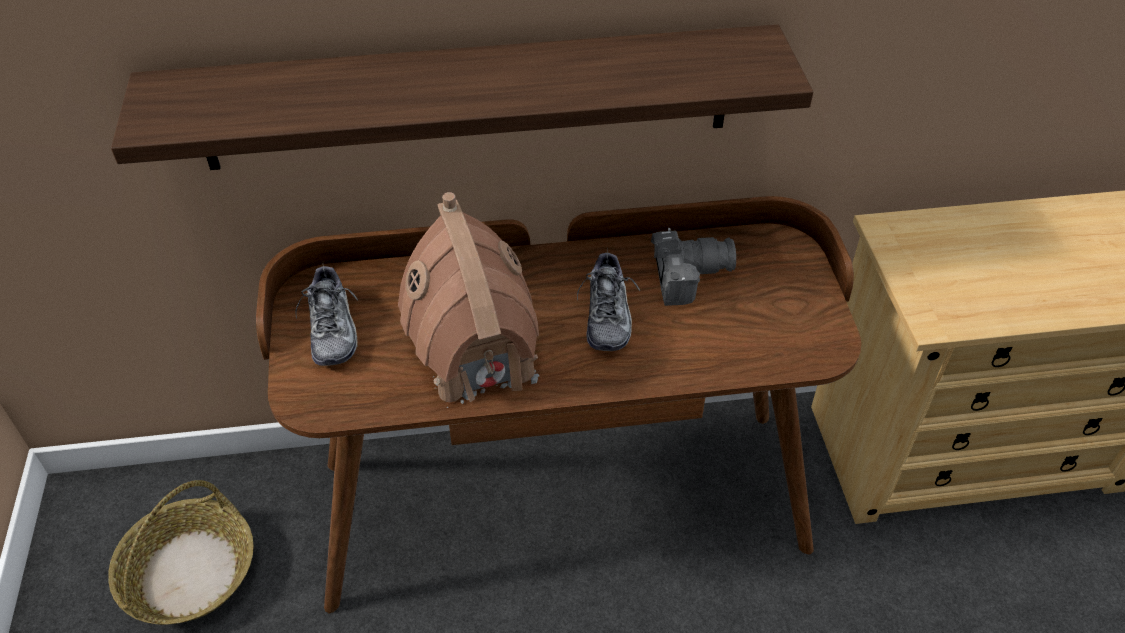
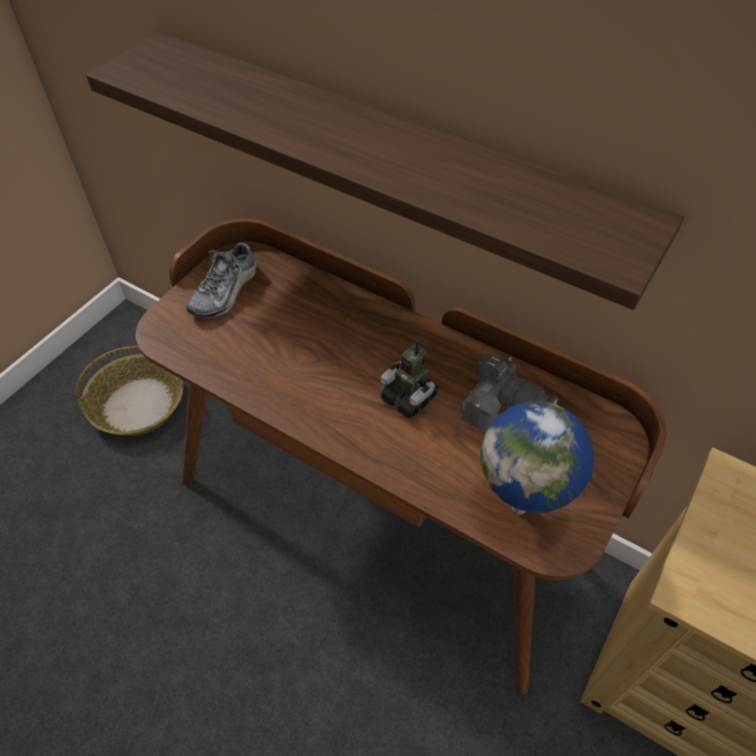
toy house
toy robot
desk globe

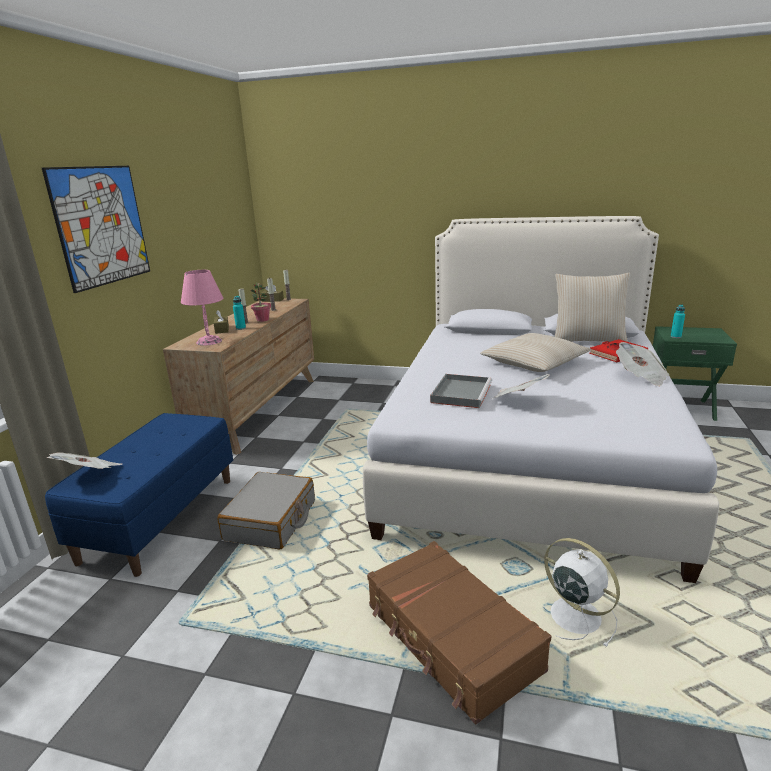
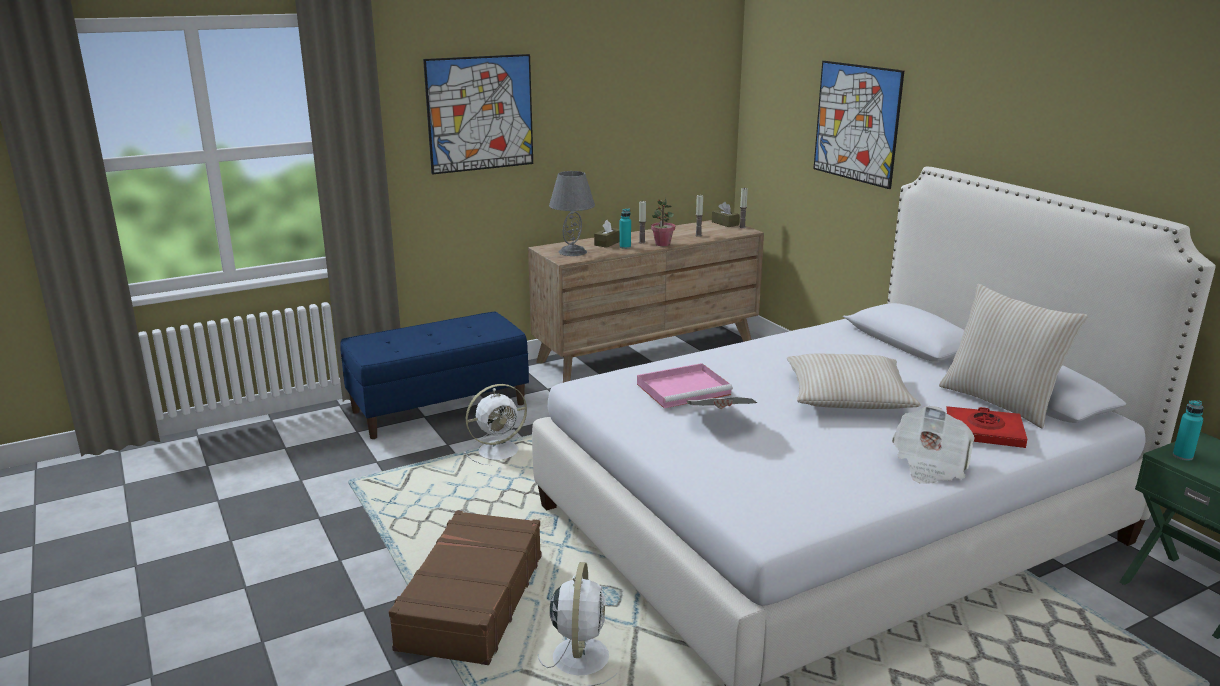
newspaper (1st from left in the first image)
grey tabletop lamp
white cooling fan (1st from left)
pink-coloured tray
wall art (2nd from left)

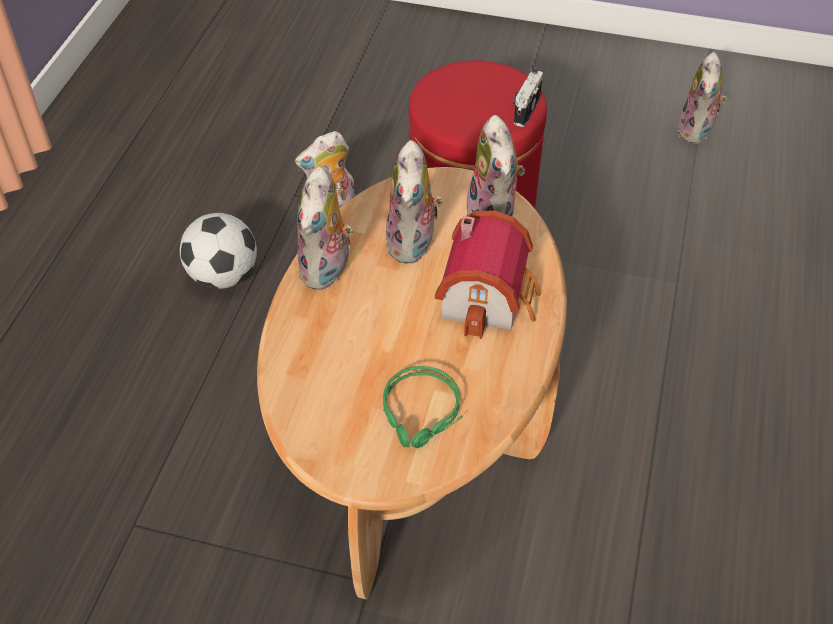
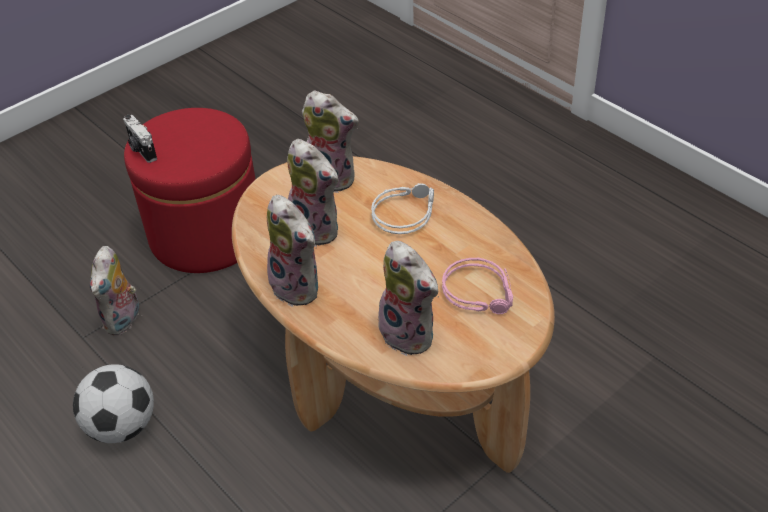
pink-coloured headset
grey headset
still camera
plush toy (5th from left)

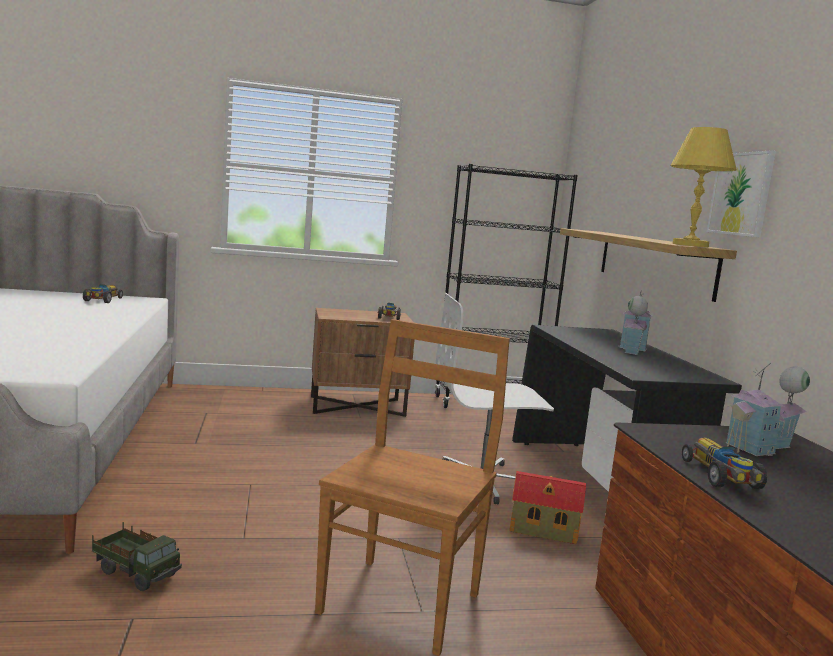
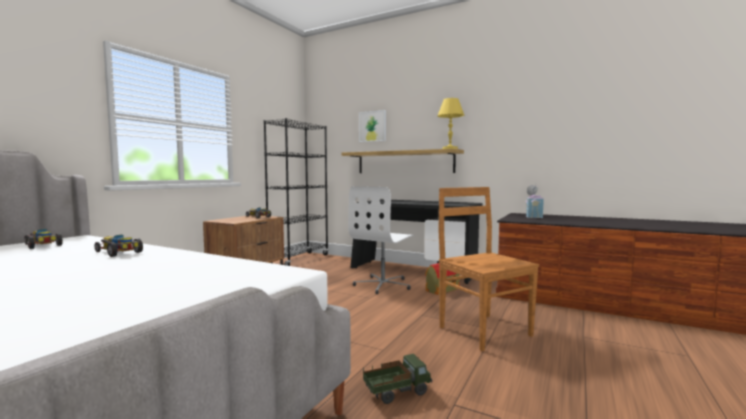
toy house (2nd from left in the first image)
model car (2nd from left)
wall art

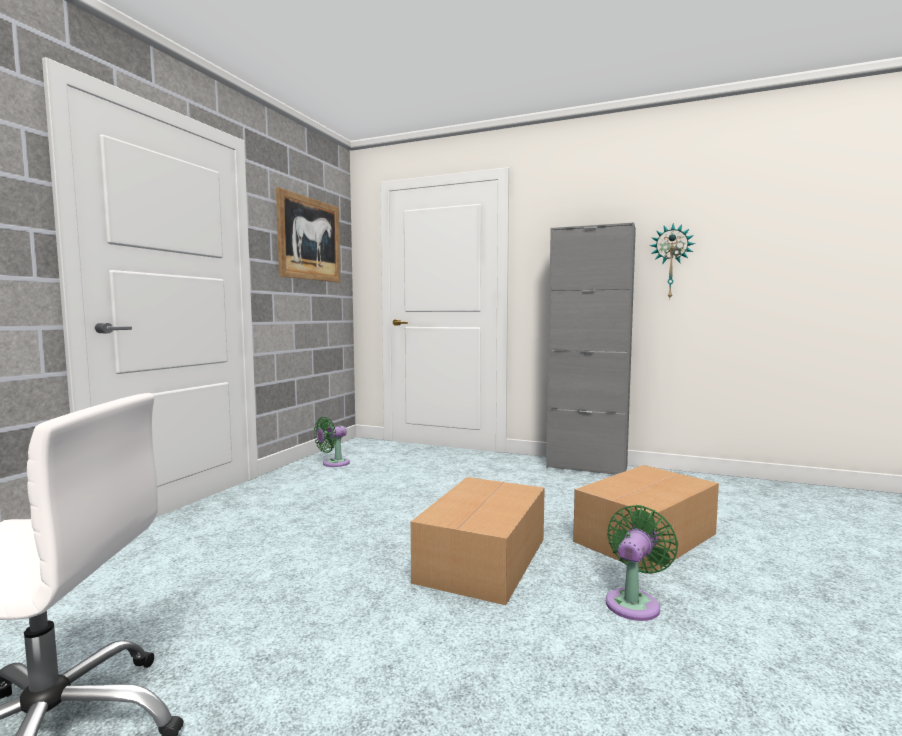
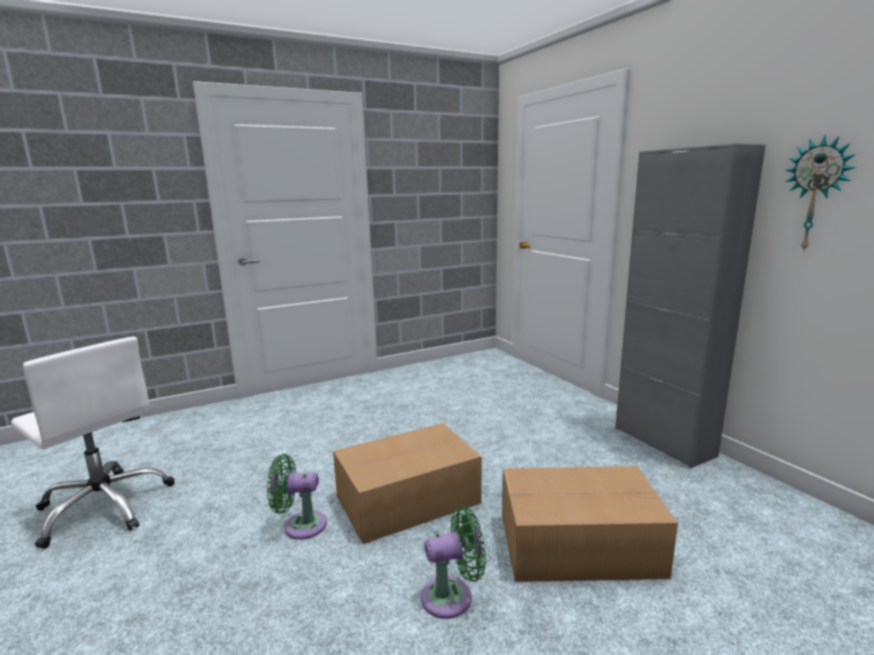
wall art
green-coloured cooling fan (1st from left)

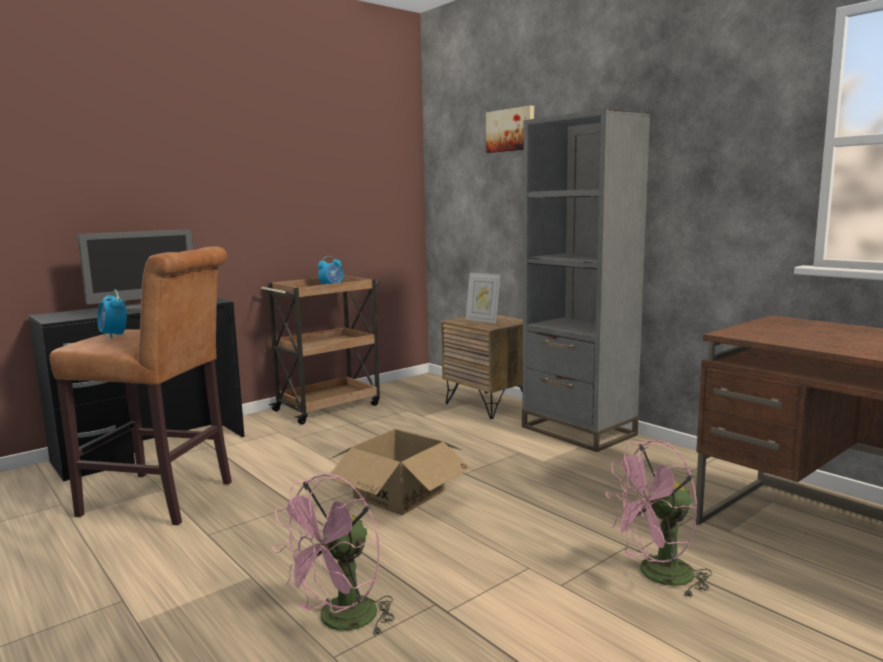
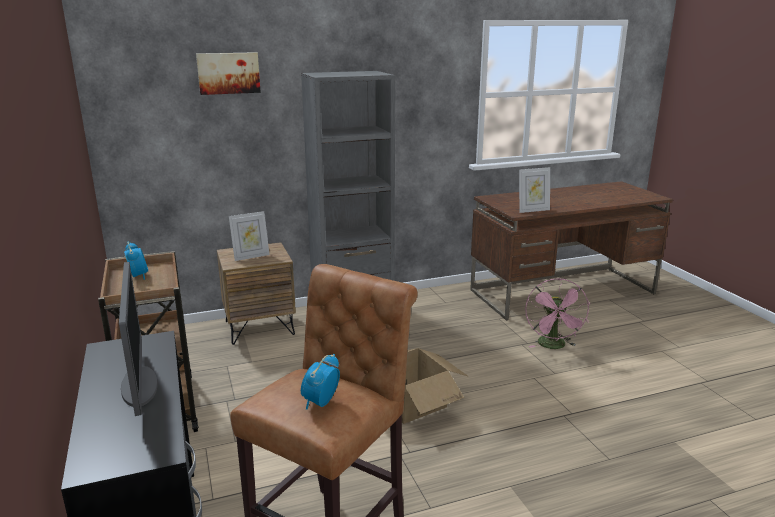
bedside clock (2nd from left)
pink-coloured cooling fan (1st from left in the first image)
photo frame (2nd from left)

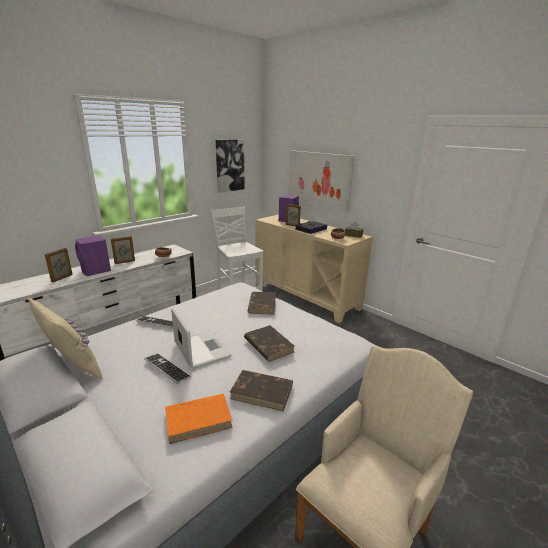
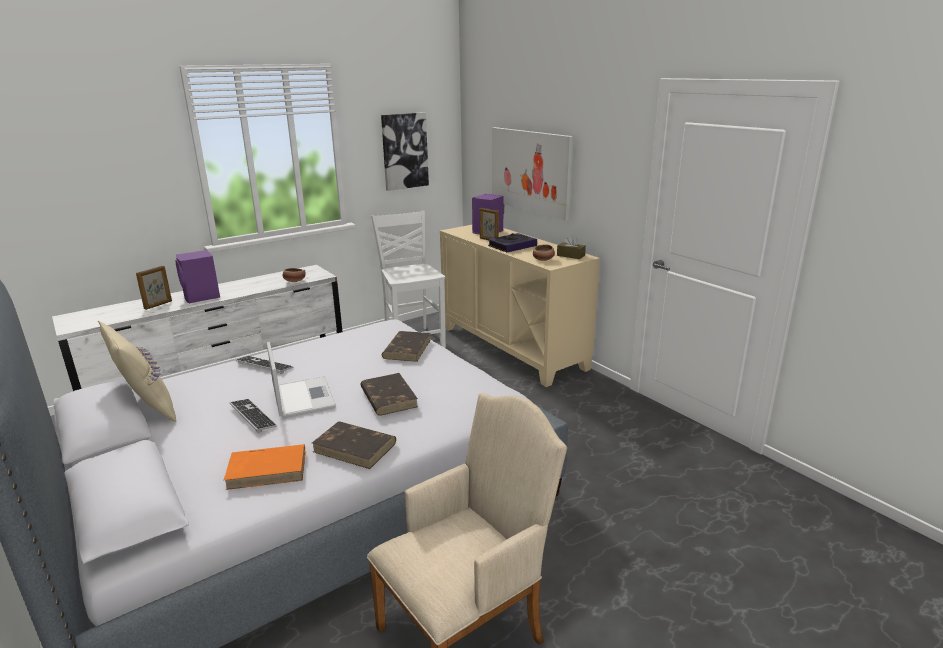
photo frame (2nd from left in the first image)

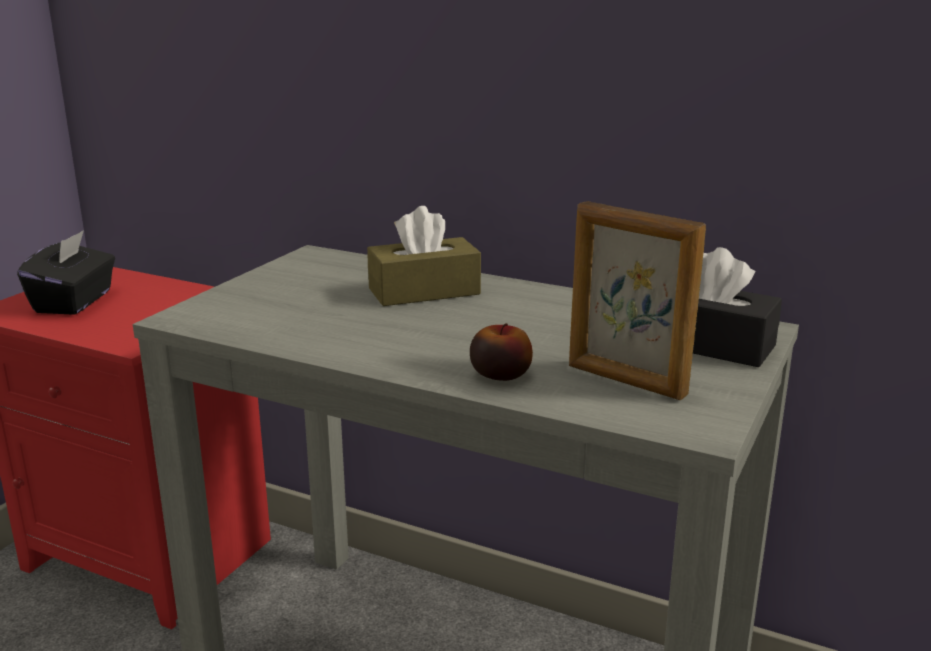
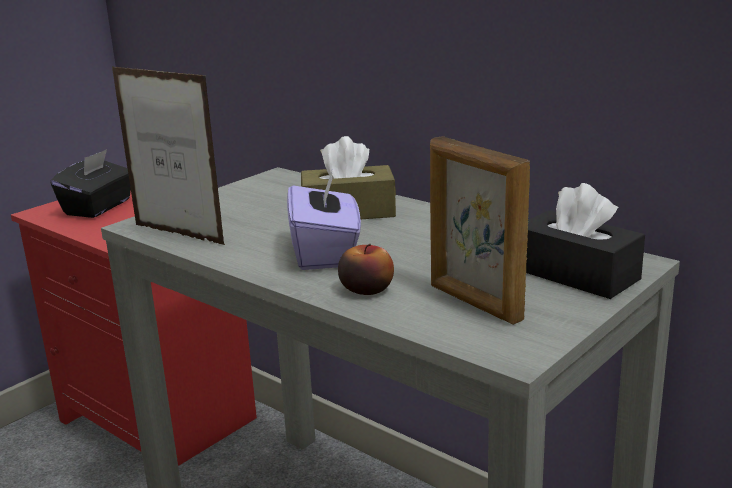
photo frame (1st from left)
purplish tissue box

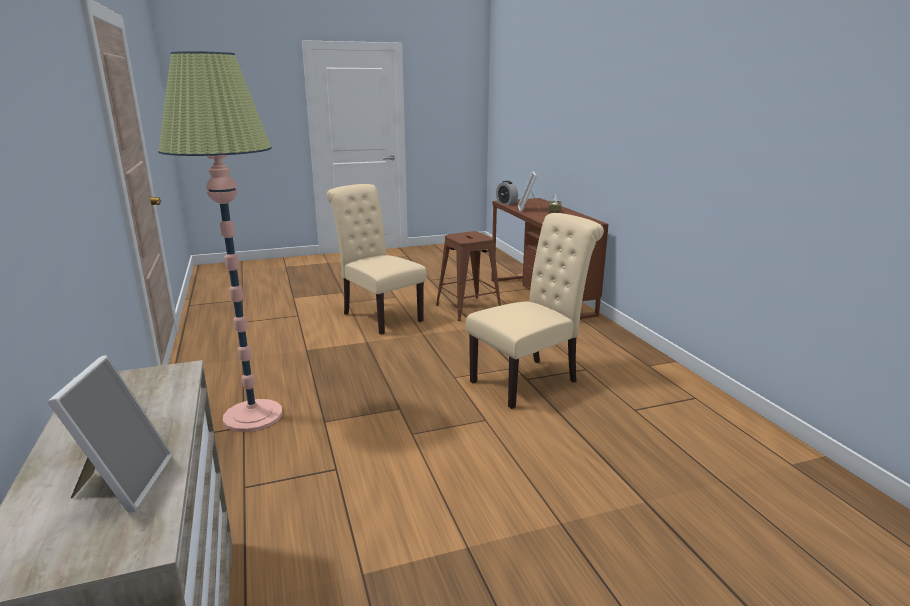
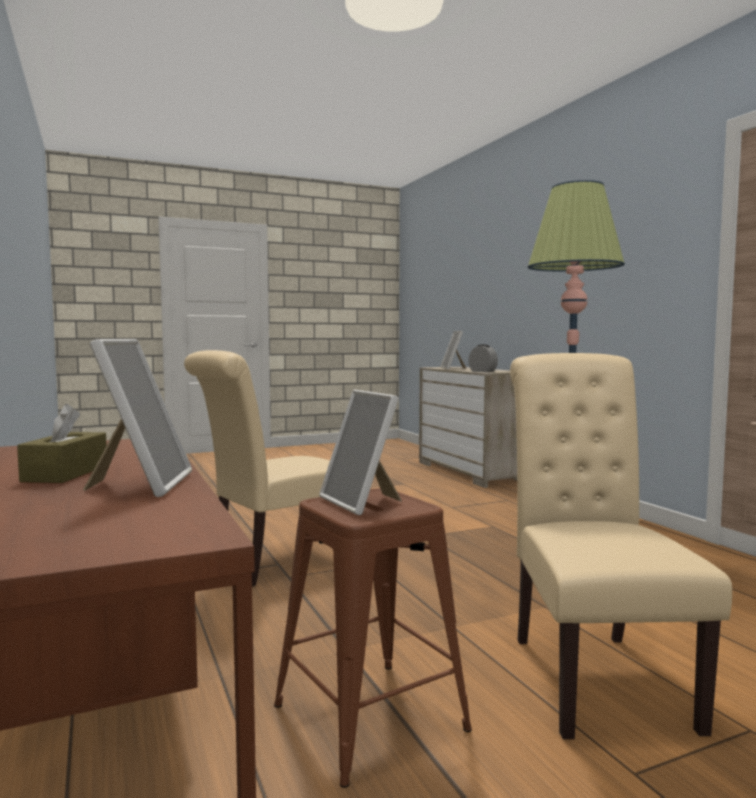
sand-coloured chair (2nd from left)
bedside clock
photo frame (2nd from left)

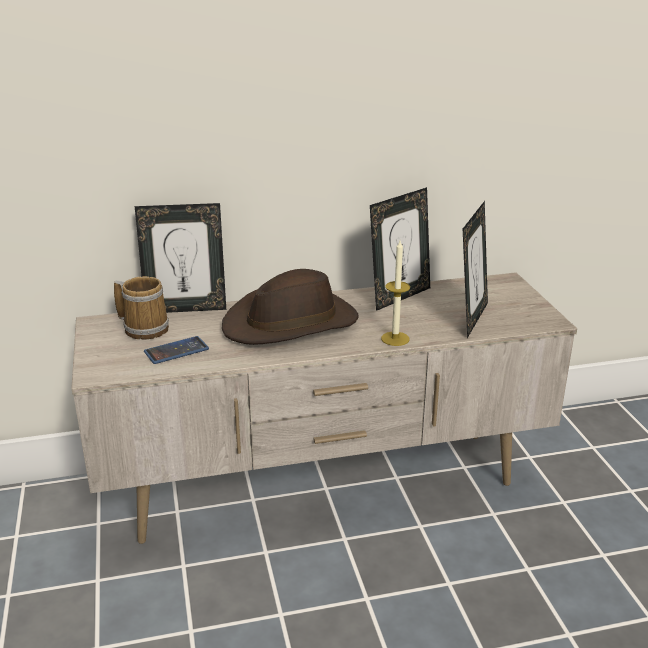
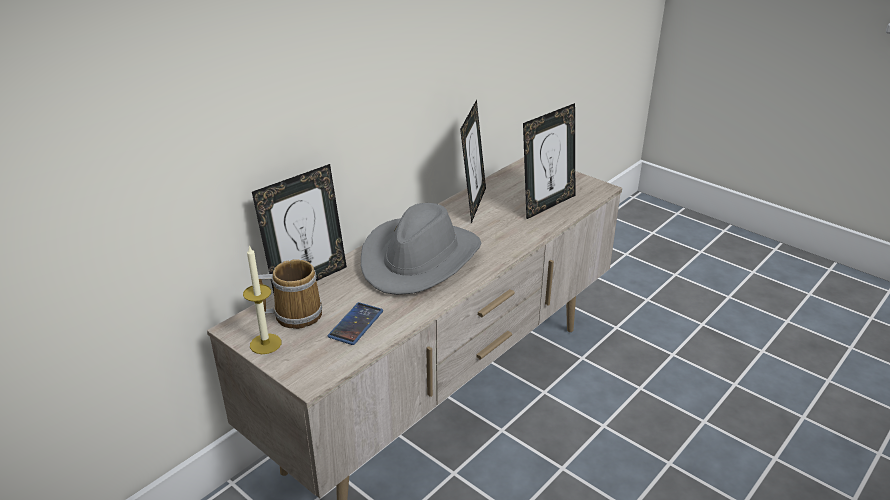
grey wearable hat
wax candle
photo frame (3rd from left)

